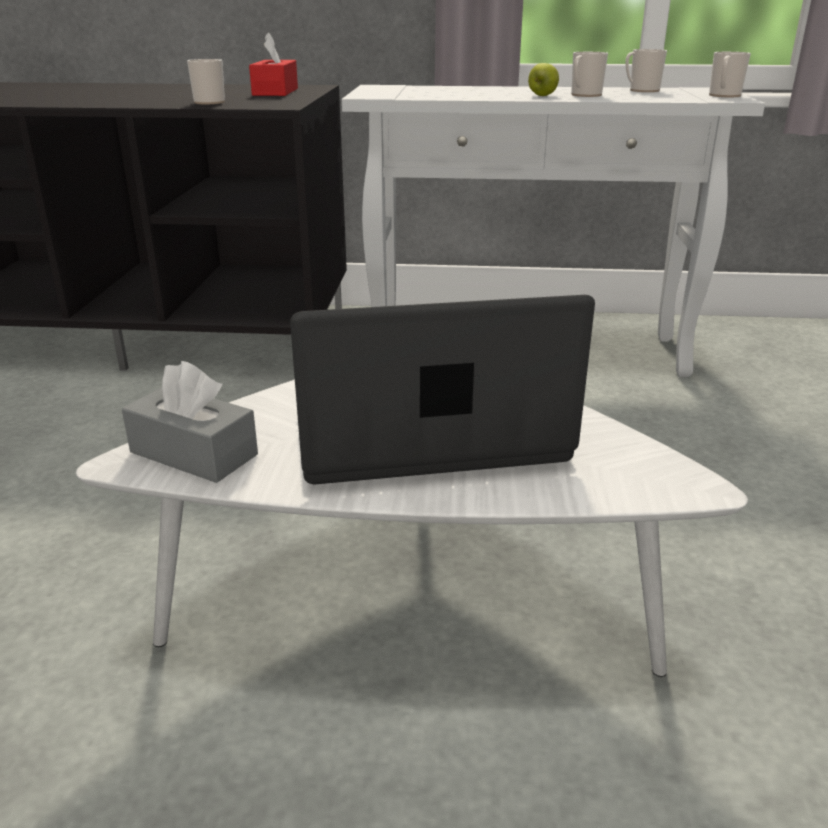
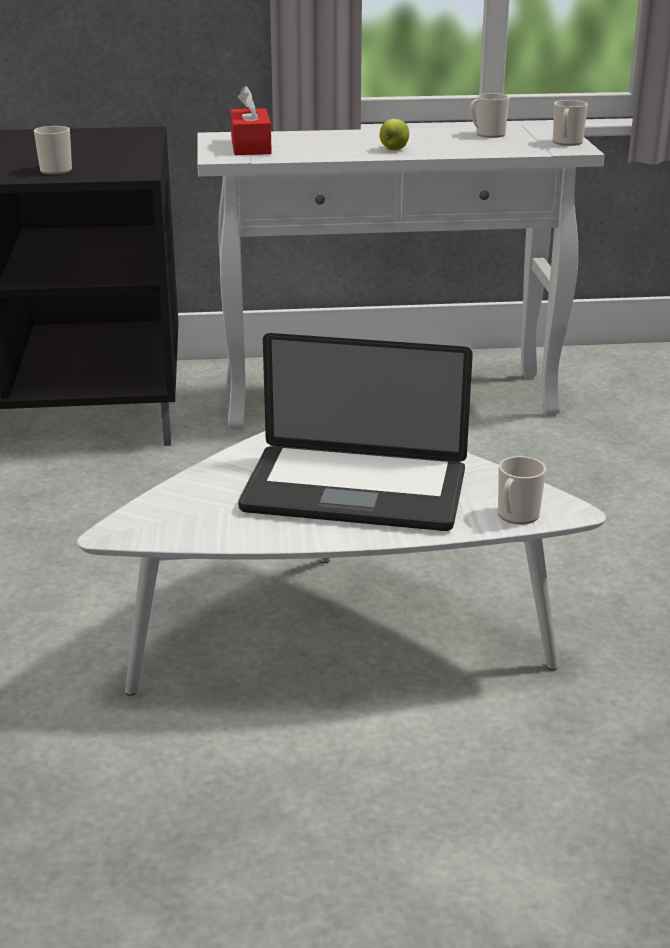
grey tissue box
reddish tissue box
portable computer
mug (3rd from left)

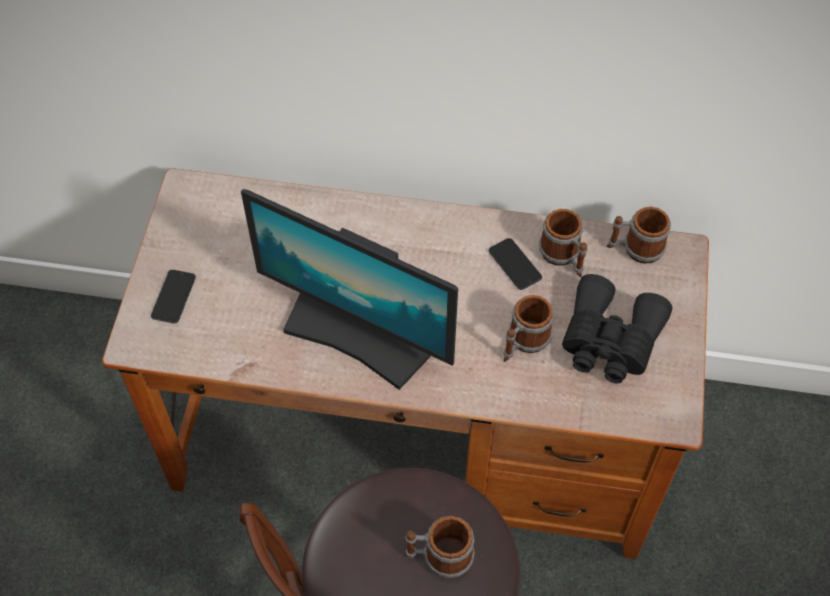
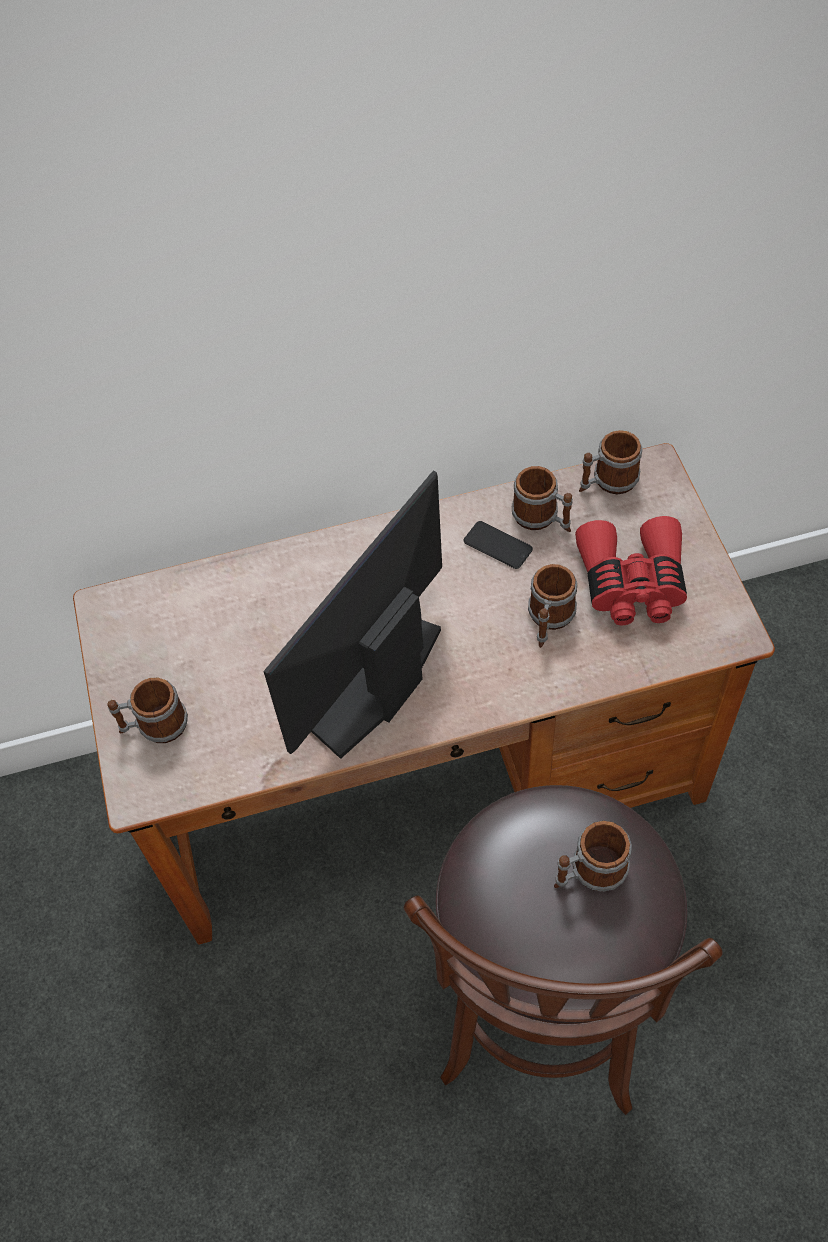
mug (1st from left)
computer screen
reddish field glasses

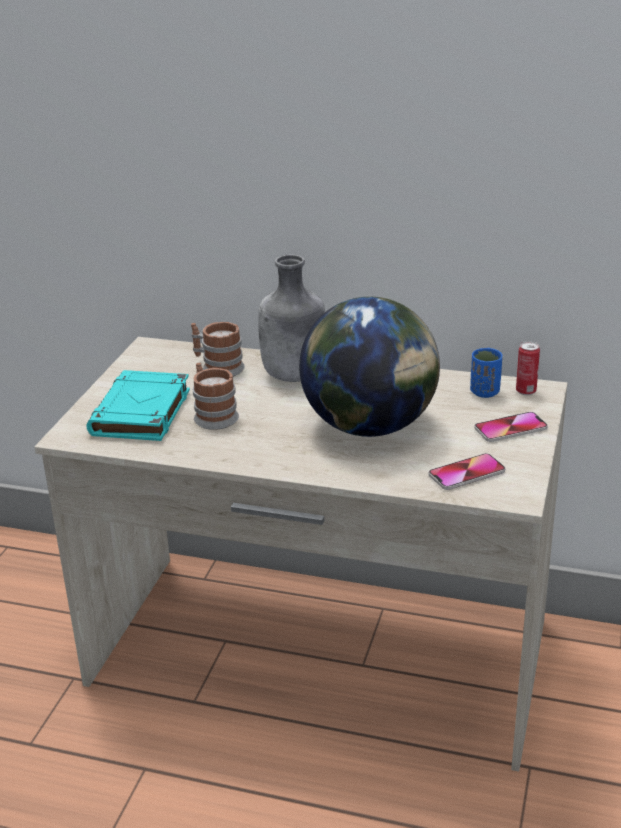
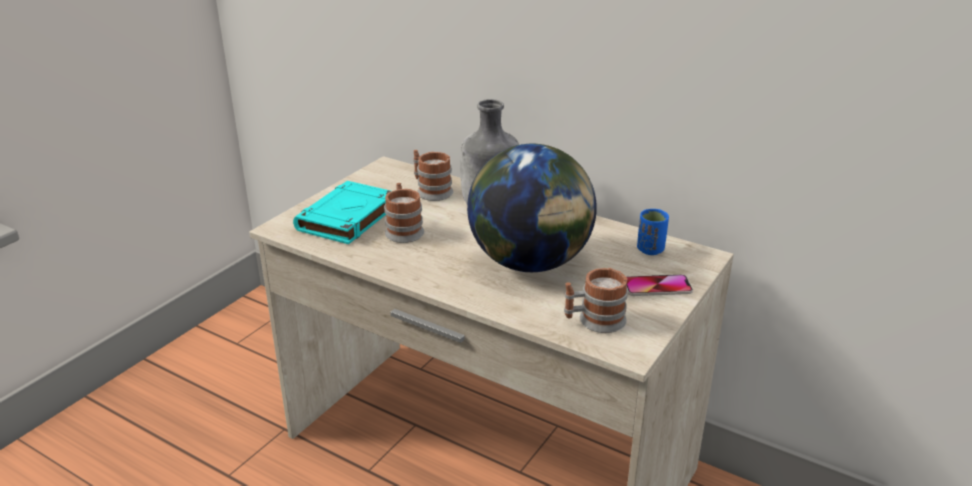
mug (3rd from left)
sealed can

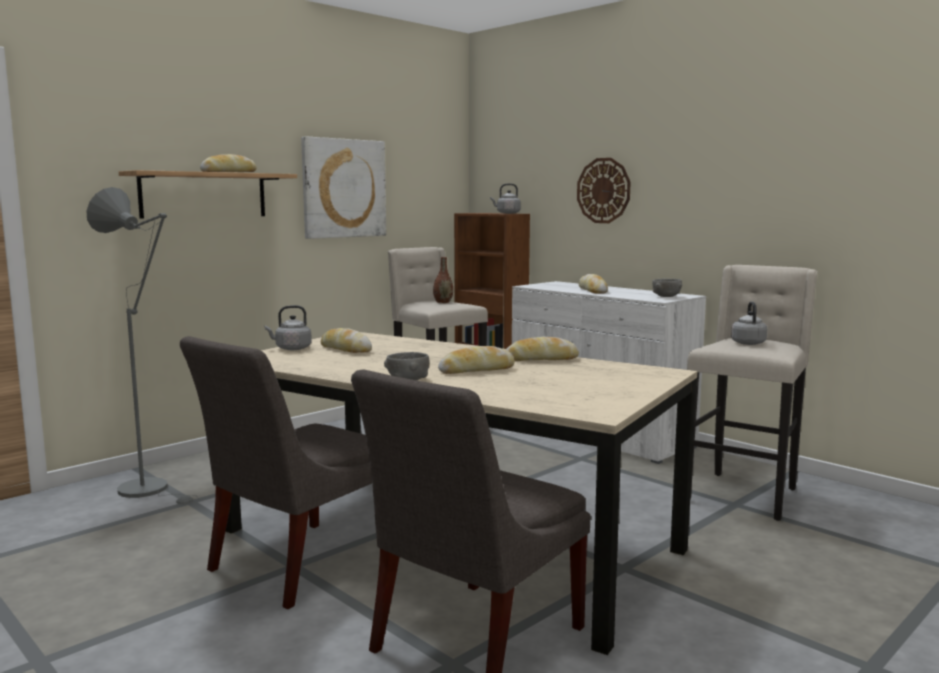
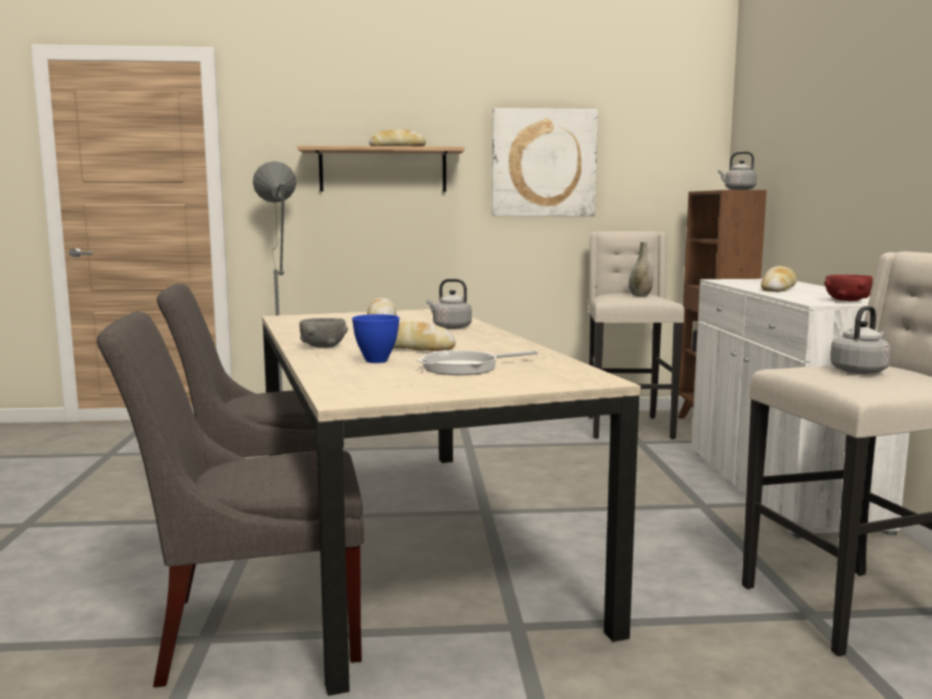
grey water kettle (1st from left)
grey vase
bakery bread (4th from left in the first image)
wall clock
reddish serving bowl
blue serving bowl
pan

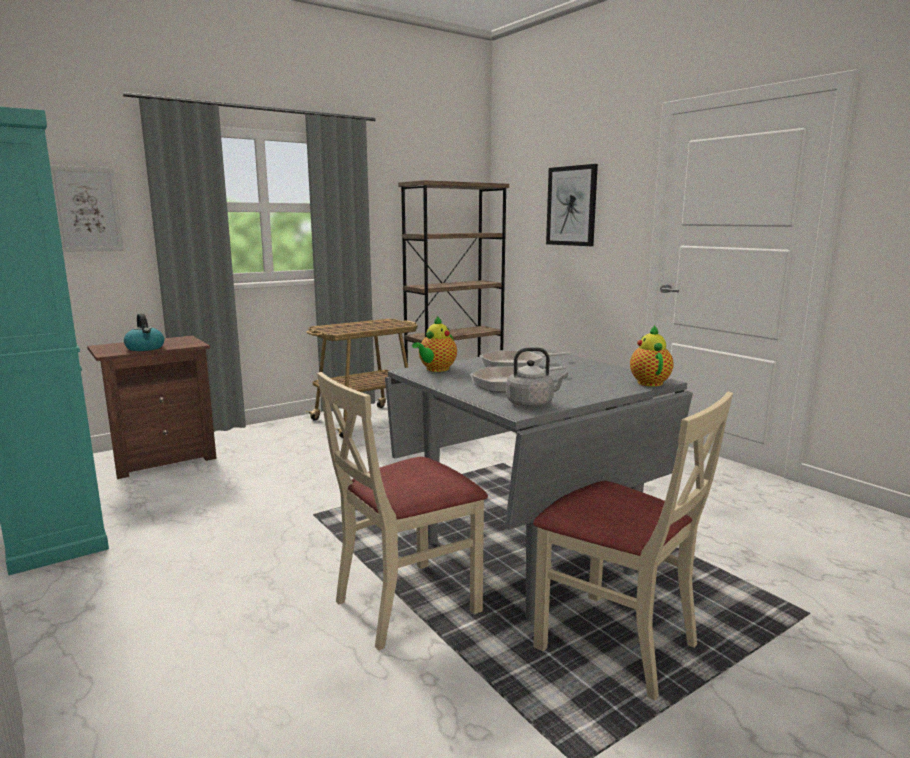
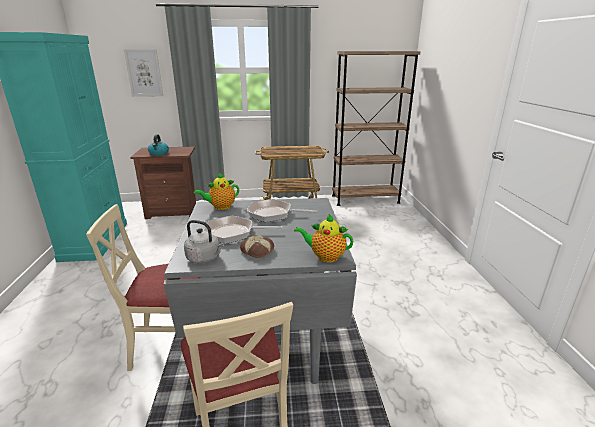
wall art (2nd from left in the first image)
teapot (2nd from left)
bakery bread

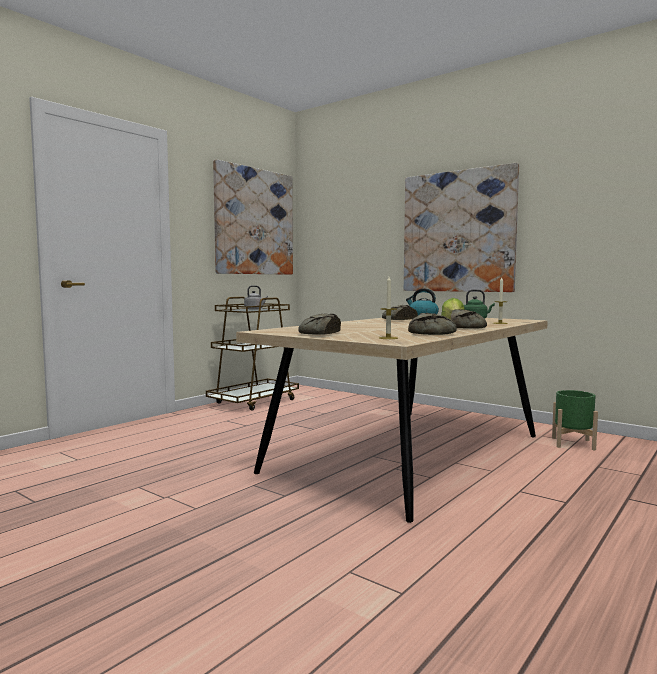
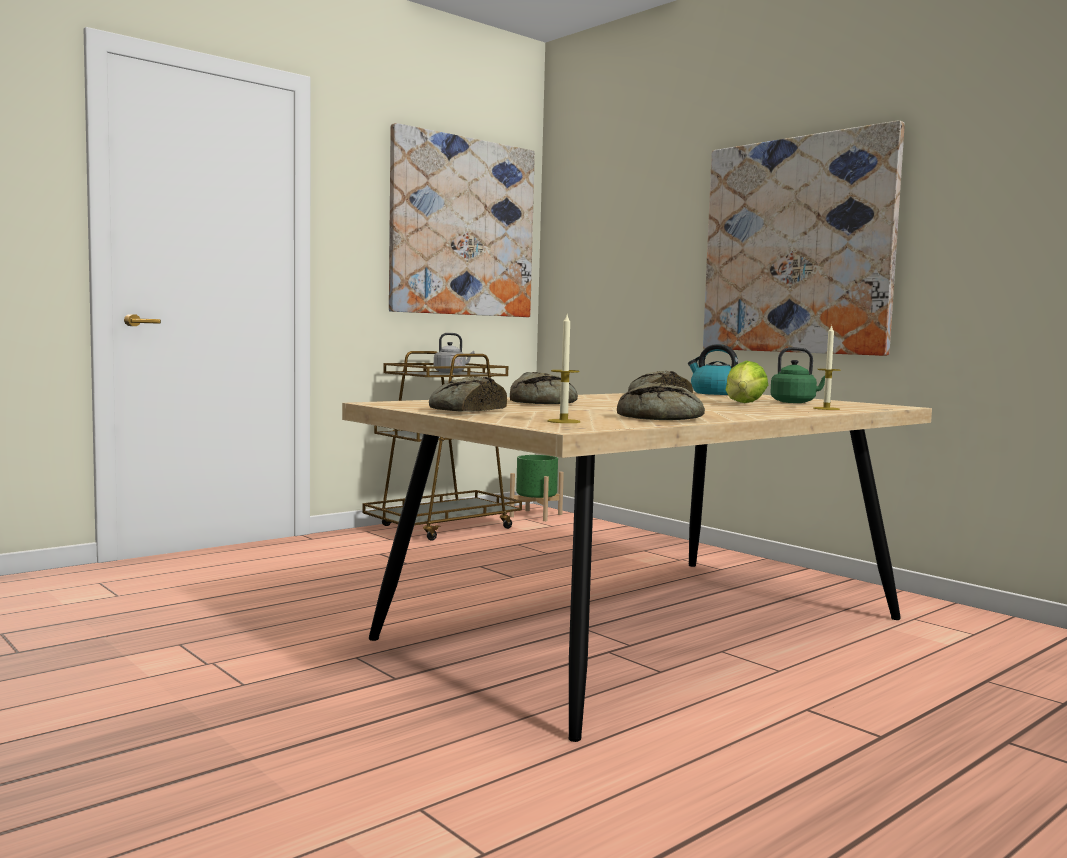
bakery bread (2nd from left)
green-coloured flower pot

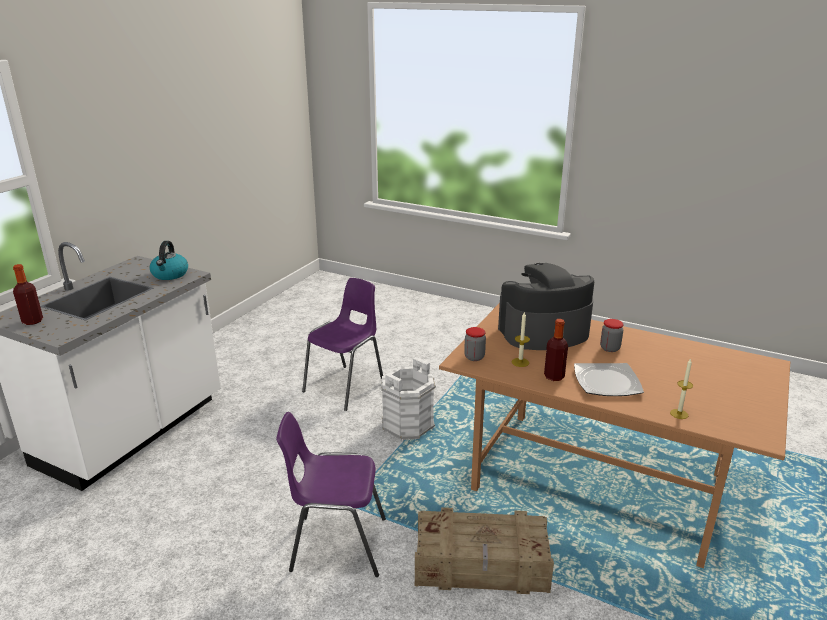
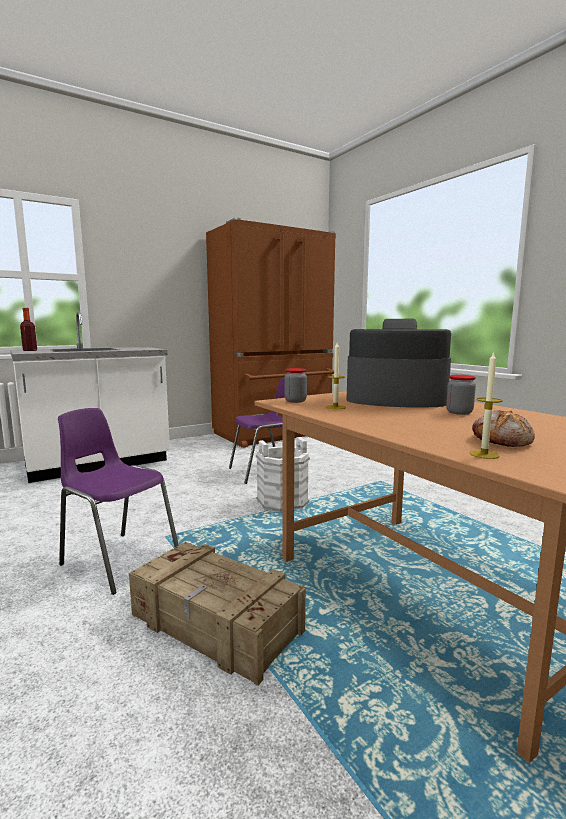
water kettle
beverage bottle (2nd from left in the first image)
dinner plate
brownish kitchen fridge
bakery bread

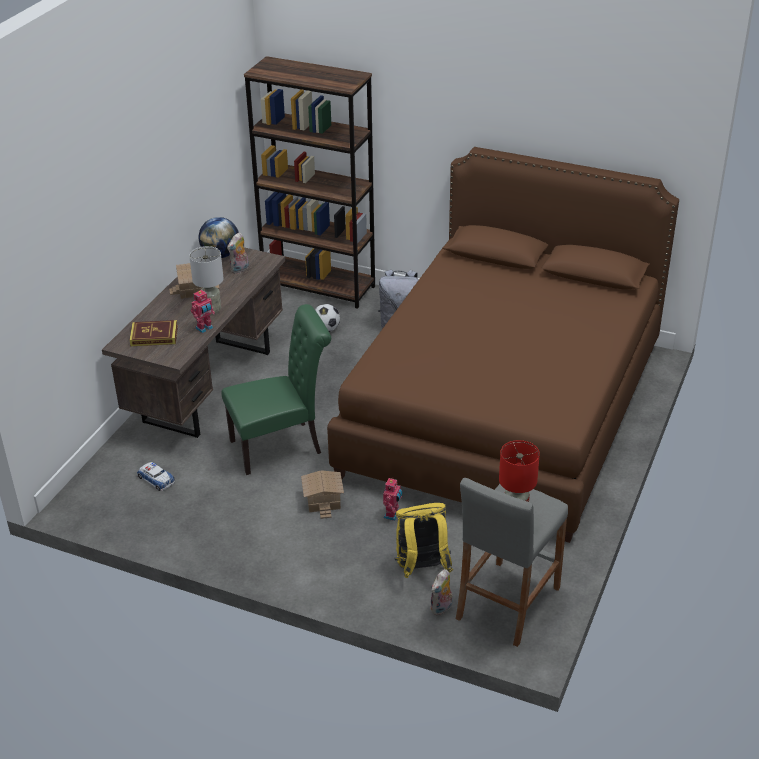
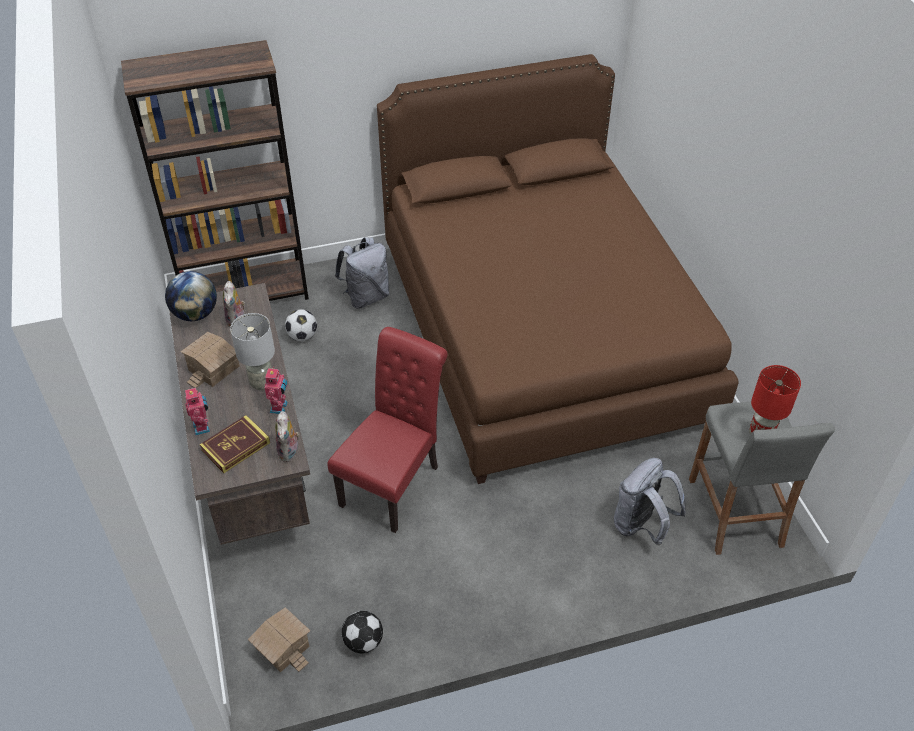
model car
reddish chair
toy house (2nd from left)
toy robot (1st from left)
grey knapsack (2nd from left)
plush toy (2nd from left)
football (2nd from left)

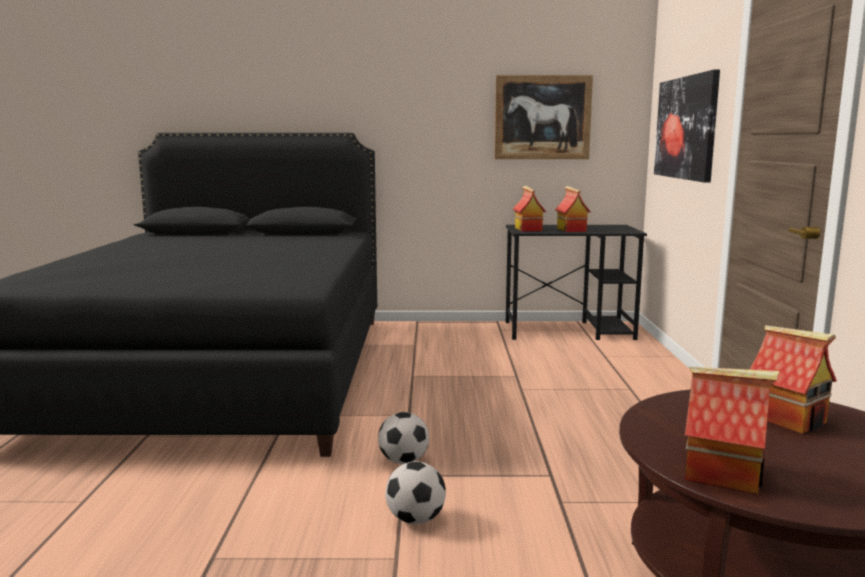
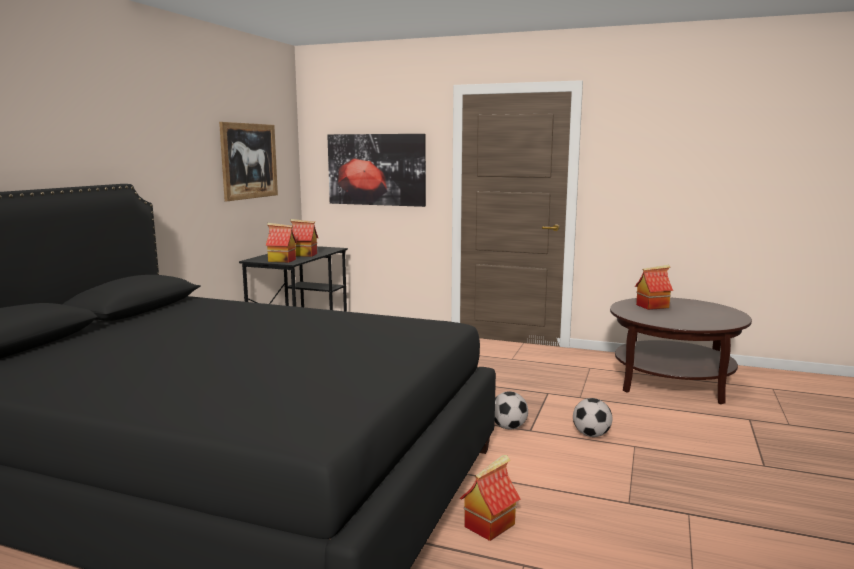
toy house (3rd from left)

